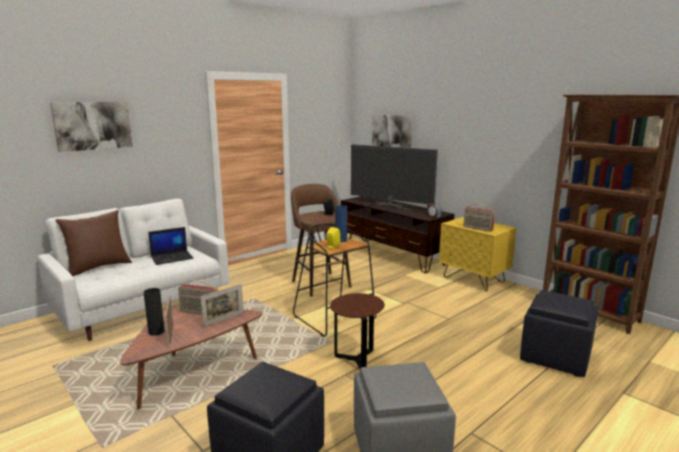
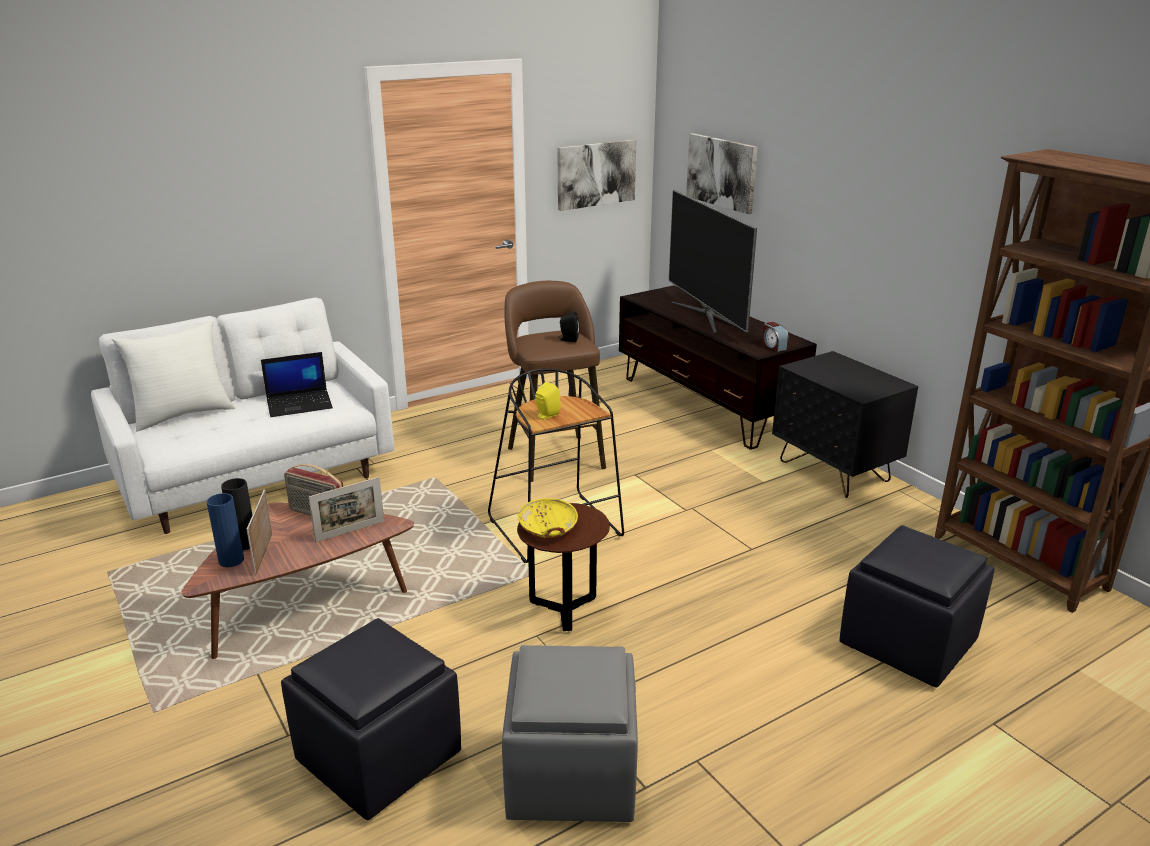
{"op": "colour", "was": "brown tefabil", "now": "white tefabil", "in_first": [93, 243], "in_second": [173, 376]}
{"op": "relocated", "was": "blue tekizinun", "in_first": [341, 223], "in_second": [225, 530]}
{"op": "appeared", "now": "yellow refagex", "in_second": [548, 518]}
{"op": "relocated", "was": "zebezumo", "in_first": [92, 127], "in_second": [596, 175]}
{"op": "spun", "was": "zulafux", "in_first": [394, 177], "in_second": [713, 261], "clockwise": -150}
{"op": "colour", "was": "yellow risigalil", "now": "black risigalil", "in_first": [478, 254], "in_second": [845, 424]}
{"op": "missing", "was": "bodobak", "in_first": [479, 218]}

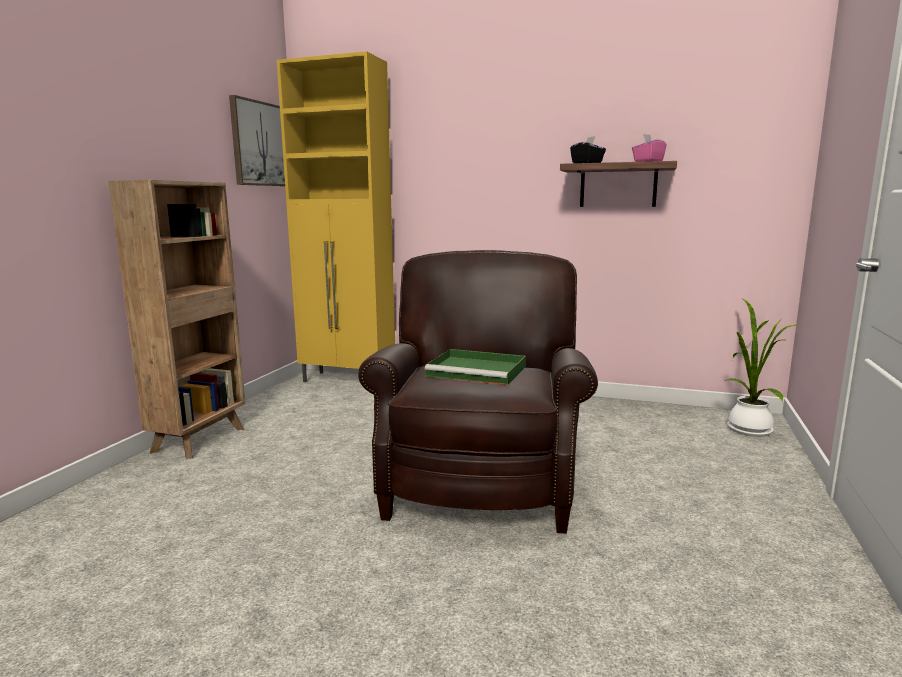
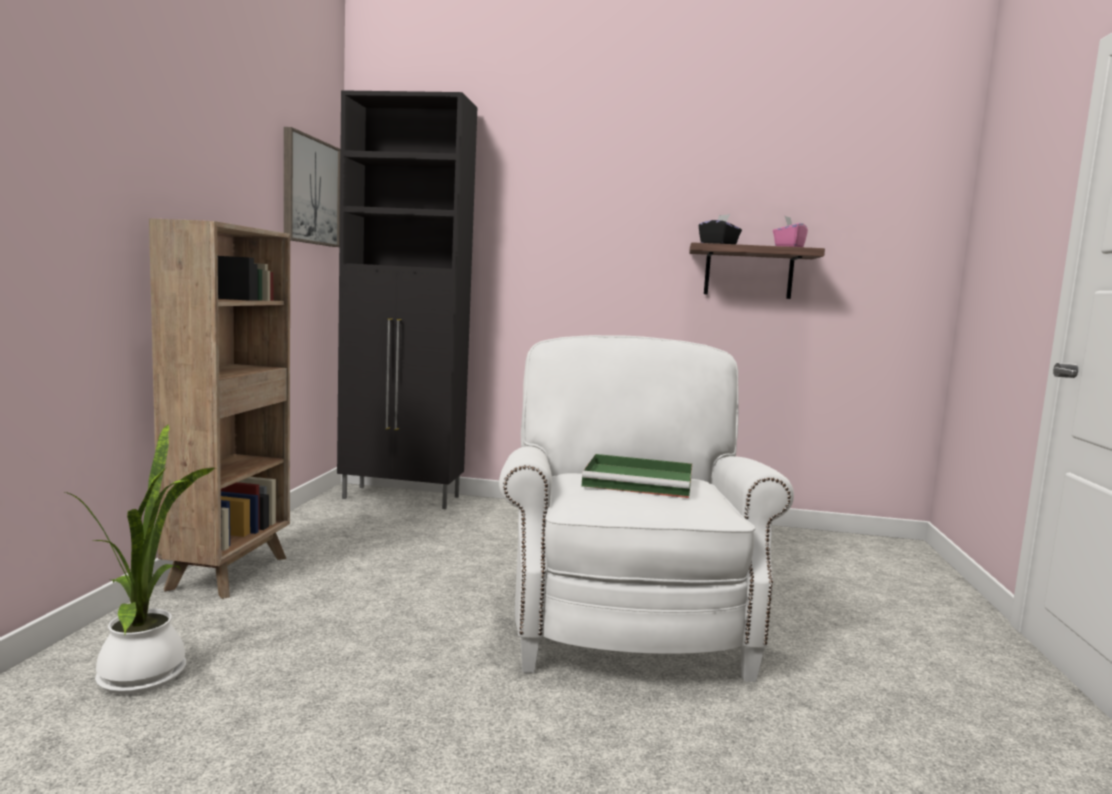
{"op": "relocated", "was": "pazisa", "in_first": [760, 367], "in_second": [140, 559]}
{"op": "colour", "was": "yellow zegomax", "now": "black zegomax", "in_first": [336, 216], "in_second": [407, 299]}
{"op": "colour", "was": "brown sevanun", "now": "white sevanun", "in_first": [478, 392], "in_second": [646, 508]}

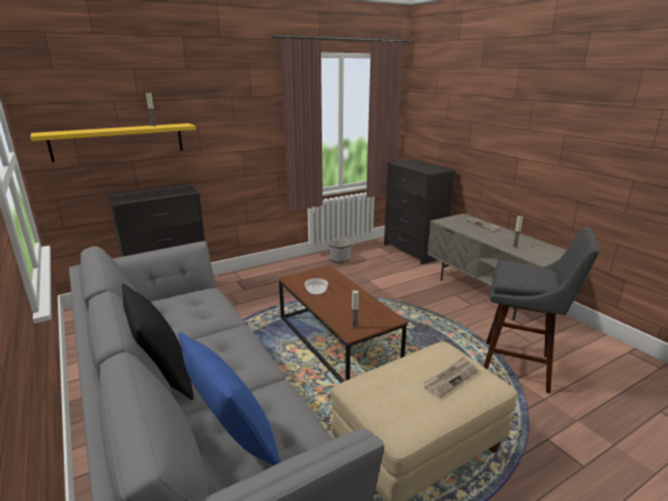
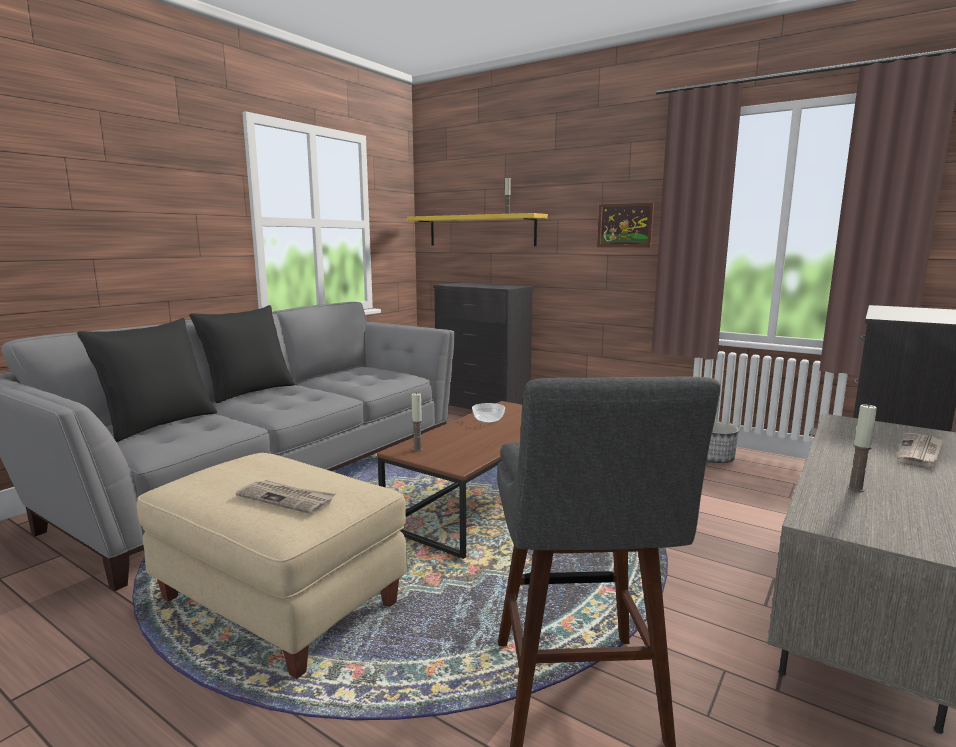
{"op": "colour", "was": "blue tefabil", "now": "black tefabil", "in_first": [229, 399], "in_second": [147, 380]}
{"op": "appeared", "now": "zebezumo", "in_second": [625, 225]}

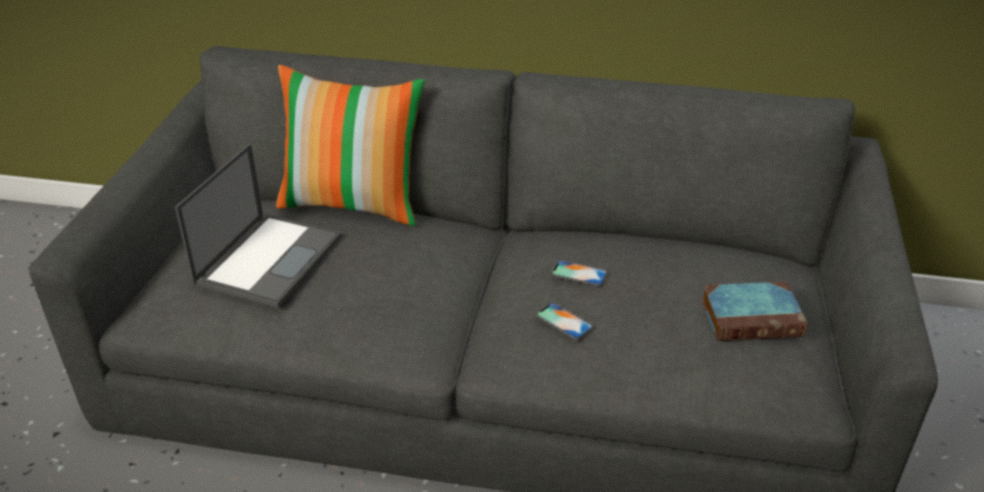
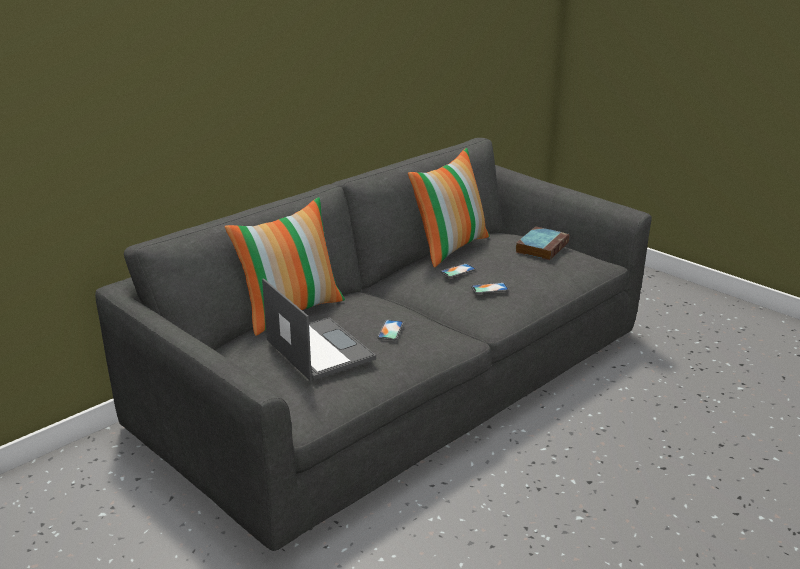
{"op": "appeared", "now": "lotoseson", "in_second": [390, 330]}
{"op": "appeared", "now": "tefabil", "in_second": [449, 207]}

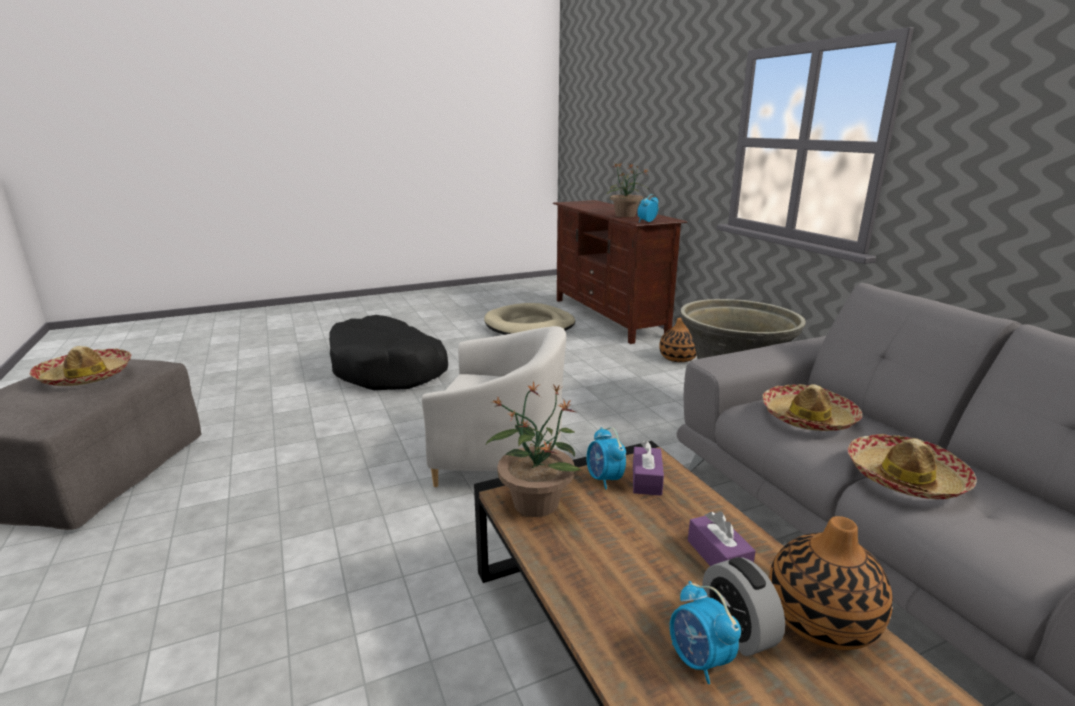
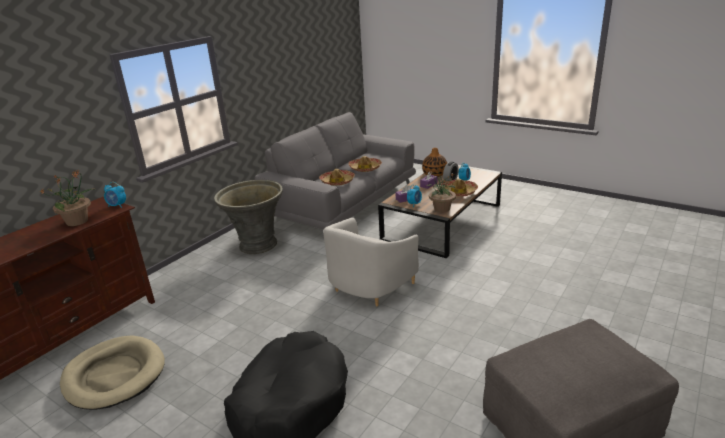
{"op": "spun", "was": "white sevanun", "in_first": [494, 406], "in_second": [371, 262], "clockwise": -120}
{"op": "relocated", "was": "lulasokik", "in_first": [81, 366], "in_second": [459, 188]}
{"op": "missing", "was": "tekizinun", "in_first": [678, 340]}

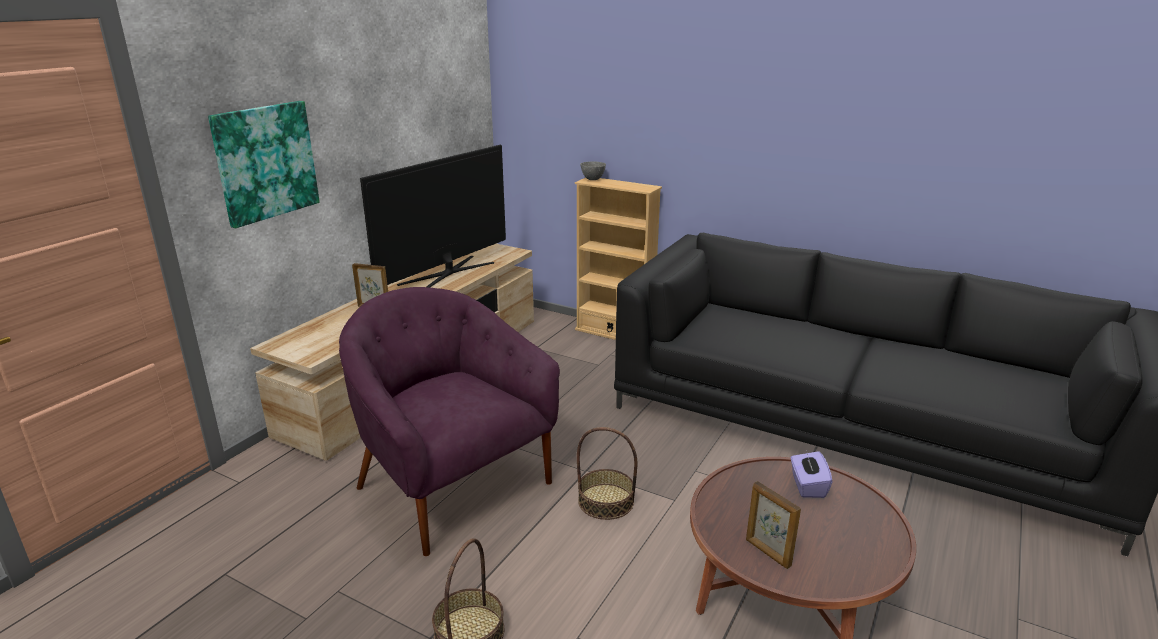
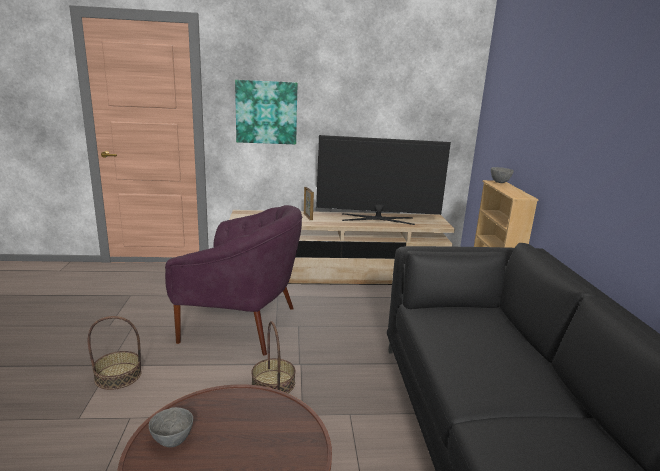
{"op": "exchanged", "was": "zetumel", "now": "grey refagex", "in_first": [773, 525], "in_second": [171, 427]}
{"op": "spun", "was": "purple sevanun", "in_first": [449, 421], "in_second": [233, 280], "clockwise": 90}
{"op": "missing", "was": "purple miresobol", "in_first": [811, 474]}

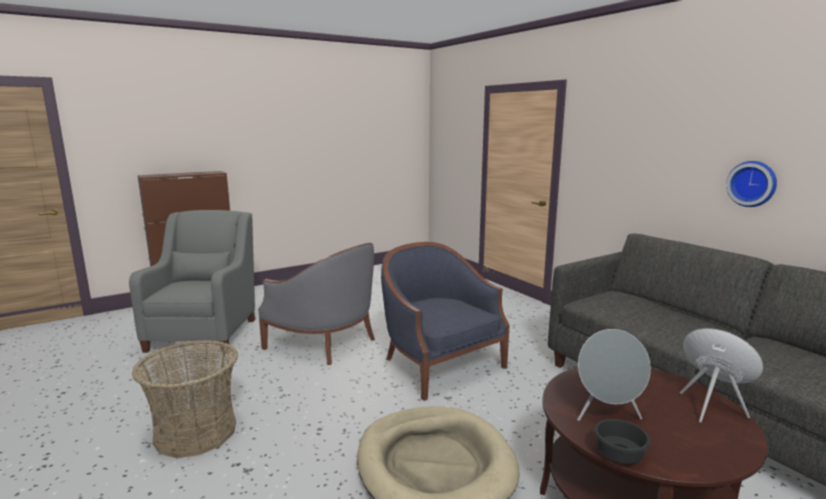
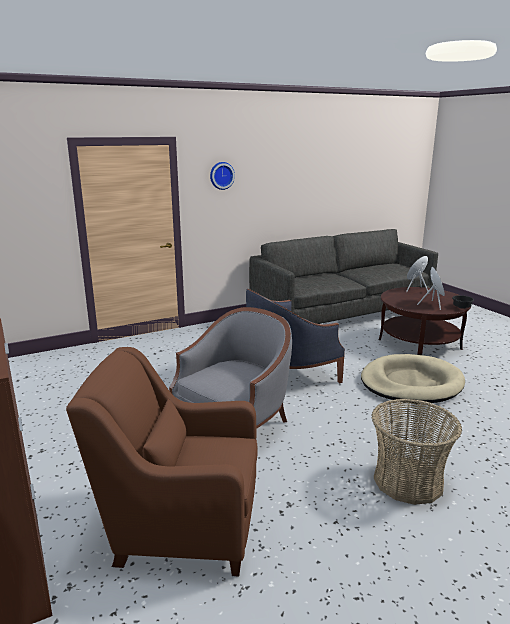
{"op": "colour", "was": "grey sevanun", "now": "brown sevanun", "in_first": [192, 281], "in_second": [162, 462]}
{"op": "relocated", "was": "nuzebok", "in_first": [751, 184], "in_second": [222, 176]}

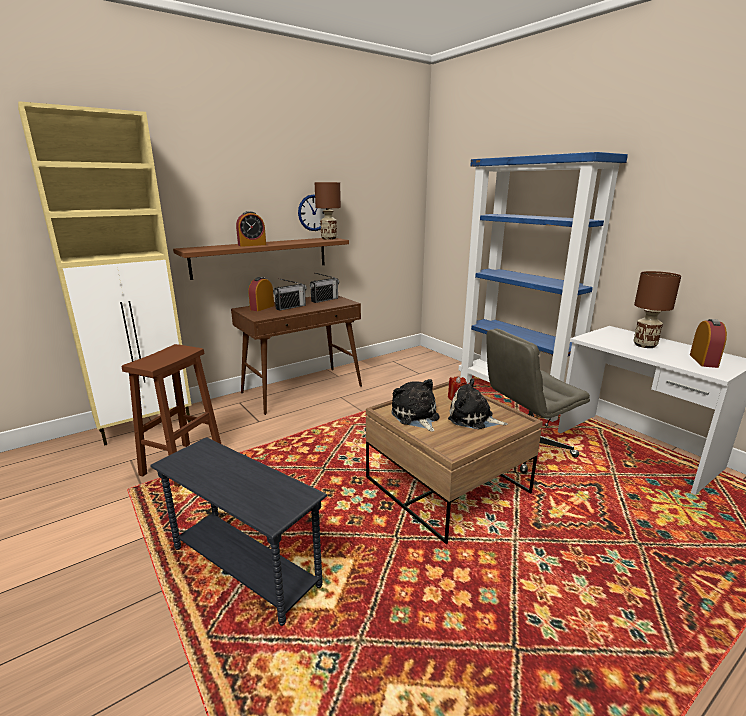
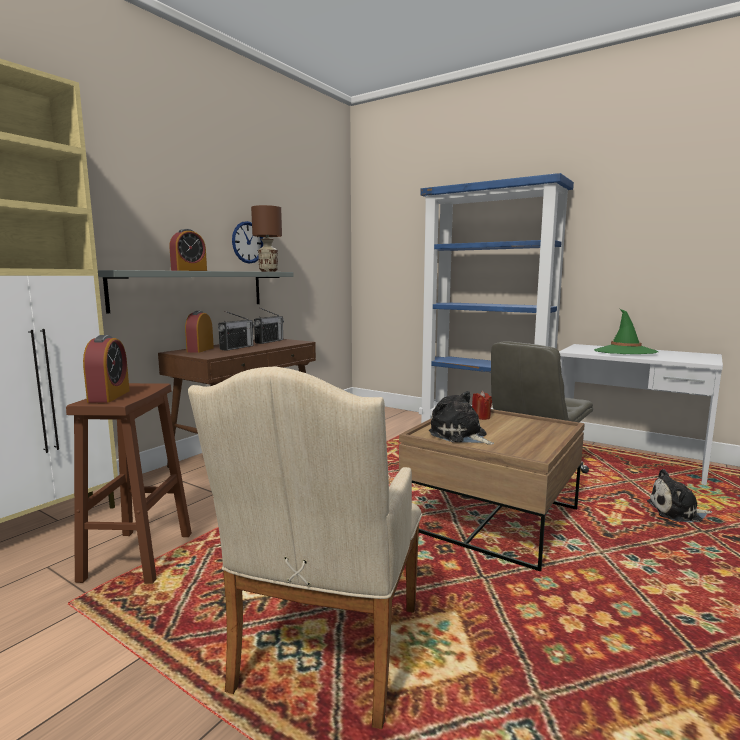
{"op": "relocated", "was": "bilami", "in_first": [708, 343], "in_second": [106, 369]}
{"op": "colour", "was": "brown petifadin", "now": "grey petifadin", "in_first": [261, 259], "in_second": [196, 291]}
{"op": "exchanged", "was": "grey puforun", "now": "beige sevanun", "in_first": [238, 531], "in_second": [305, 548]}
{"op": "exchanged", "was": "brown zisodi", "now": "green lulasokik", "in_first": [657, 309], "in_second": [626, 331]}
{"op": "relocated", "was": "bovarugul", "in_first": [478, 404], "in_second": [679, 495]}

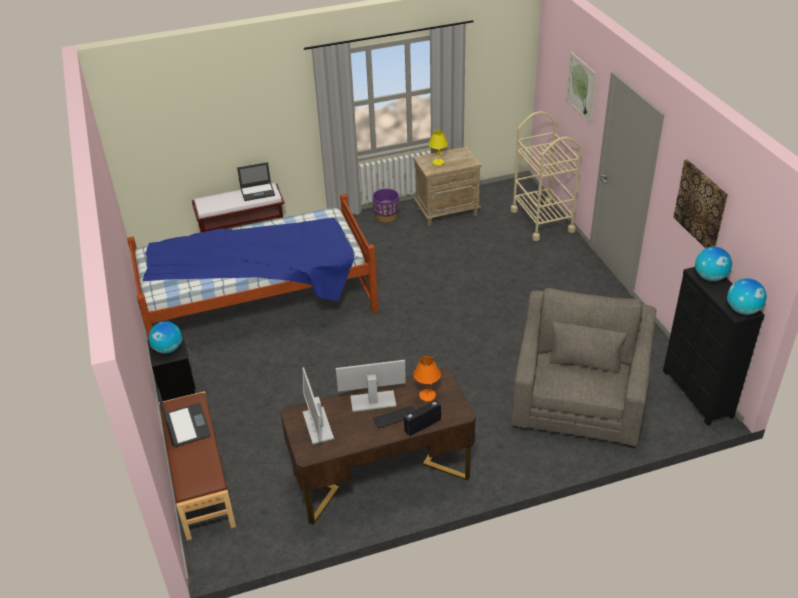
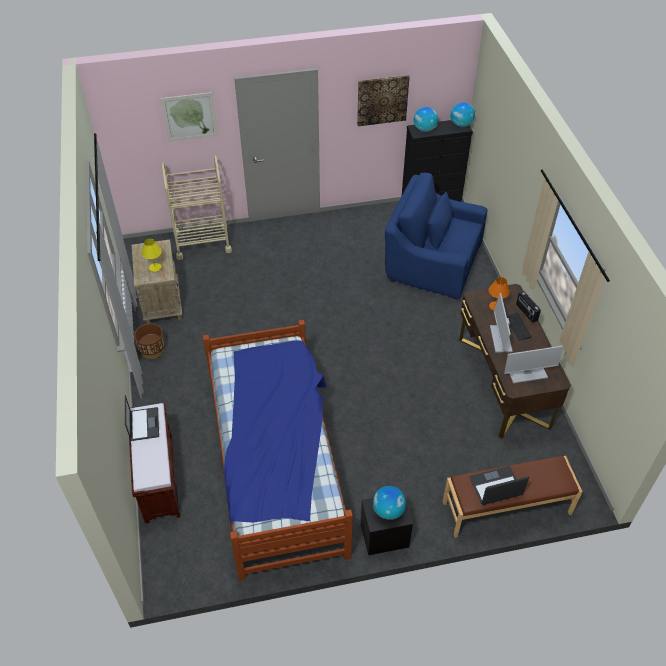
{"op": "colour", "was": "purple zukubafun", "now": "brown zukubafun", "in_first": [385, 205], "in_second": [149, 341]}
{"op": "colour", "was": "grey sevanun", "now": "blue sevanun", "in_first": [584, 367], "in_second": [436, 236]}

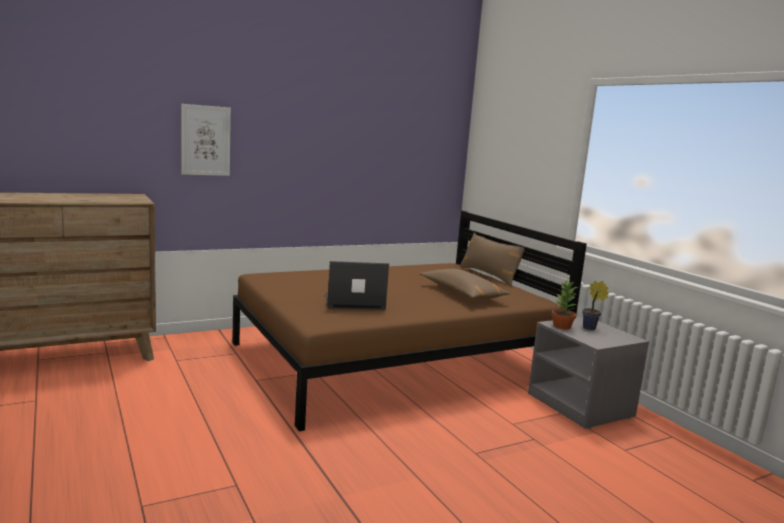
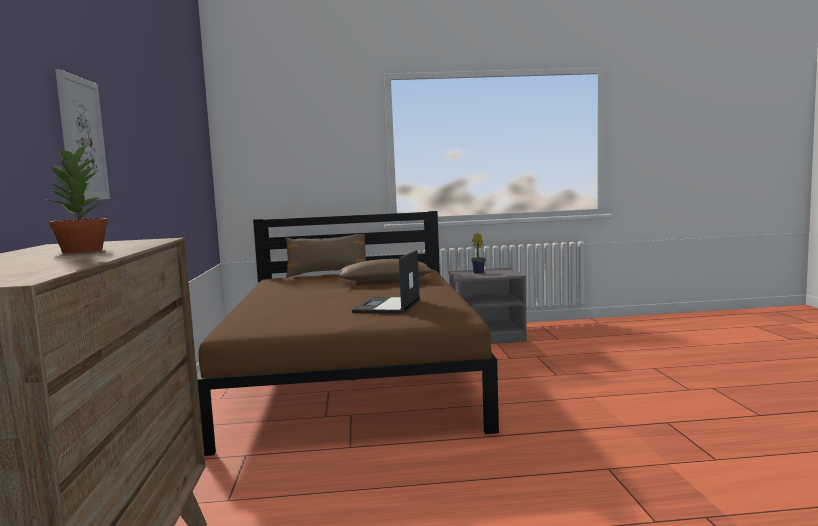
{"op": "relocated", "was": "pazisa", "in_first": [565, 304], "in_second": [76, 198]}

